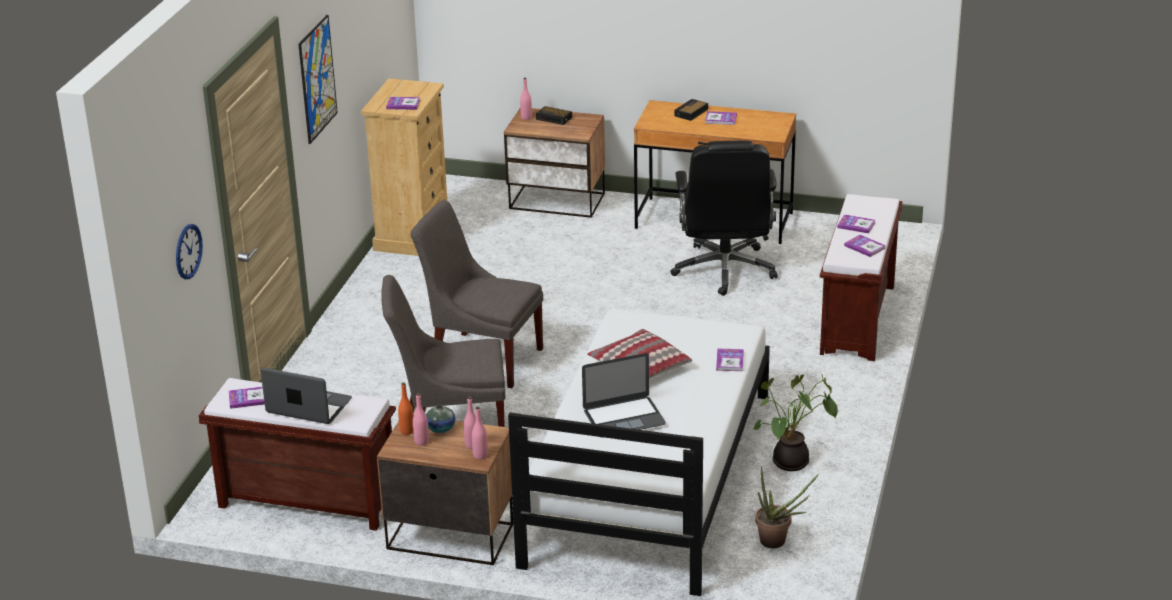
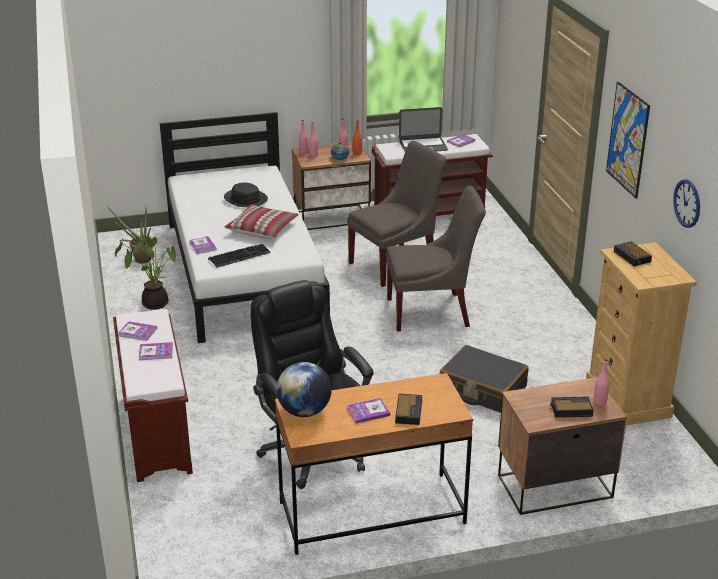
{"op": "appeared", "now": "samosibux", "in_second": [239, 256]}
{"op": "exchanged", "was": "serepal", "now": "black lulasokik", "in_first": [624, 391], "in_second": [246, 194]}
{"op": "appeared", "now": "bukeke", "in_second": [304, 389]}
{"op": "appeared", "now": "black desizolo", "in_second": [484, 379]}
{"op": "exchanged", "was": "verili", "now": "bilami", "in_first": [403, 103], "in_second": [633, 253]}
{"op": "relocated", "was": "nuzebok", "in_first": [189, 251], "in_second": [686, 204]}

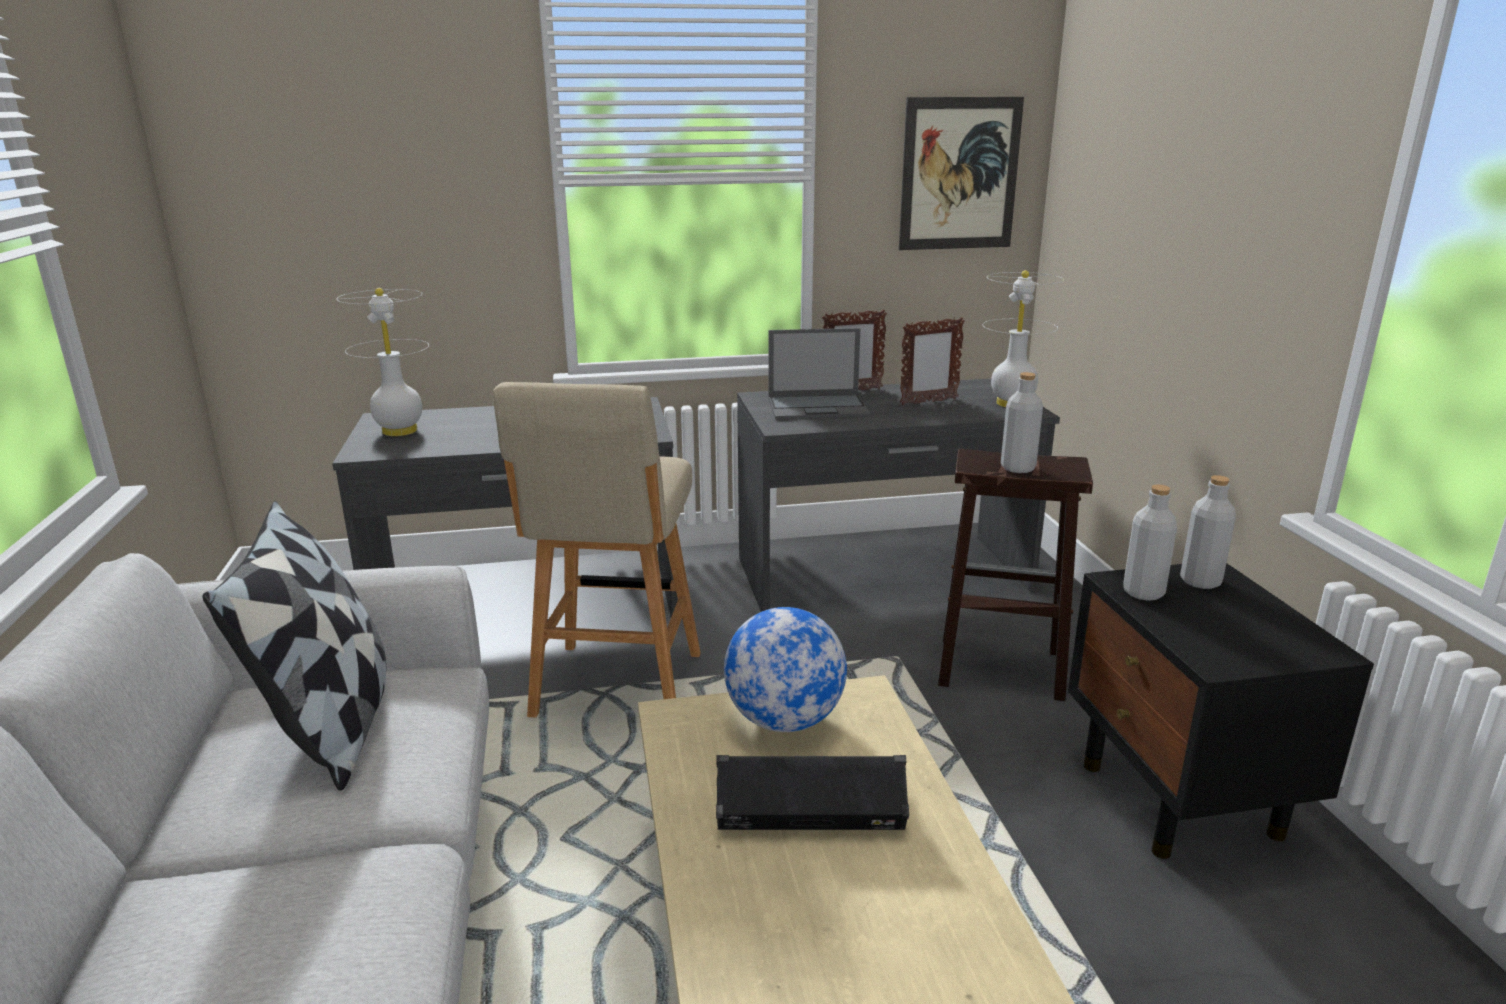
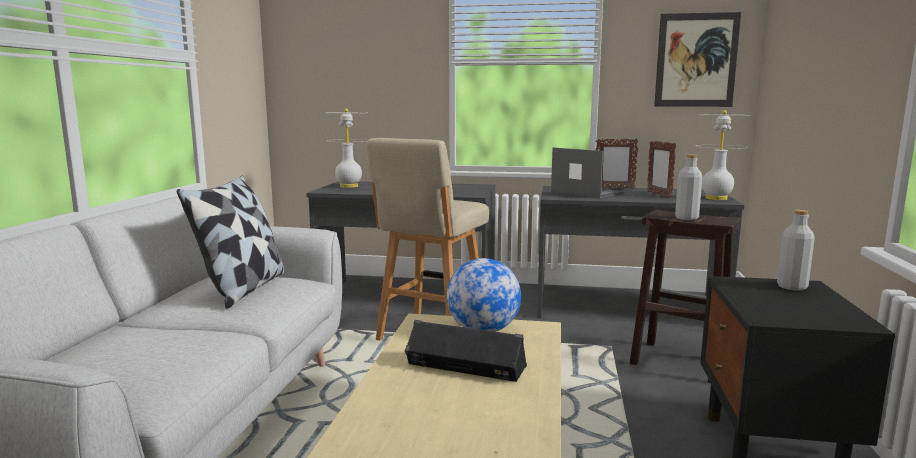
{"op": "spun", "was": "serepal", "in_first": [819, 373], "in_second": [587, 172], "clockwise": -150}
{"op": "spun", "was": "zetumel", "in_first": [932, 361], "in_second": [661, 169], "clockwise": 75}
{"op": "missing", "was": "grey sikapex", "in_first": [1150, 542]}

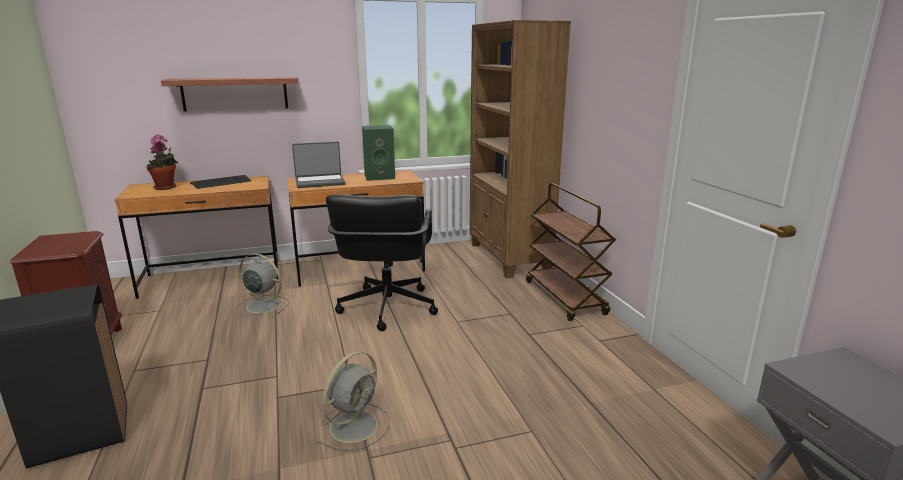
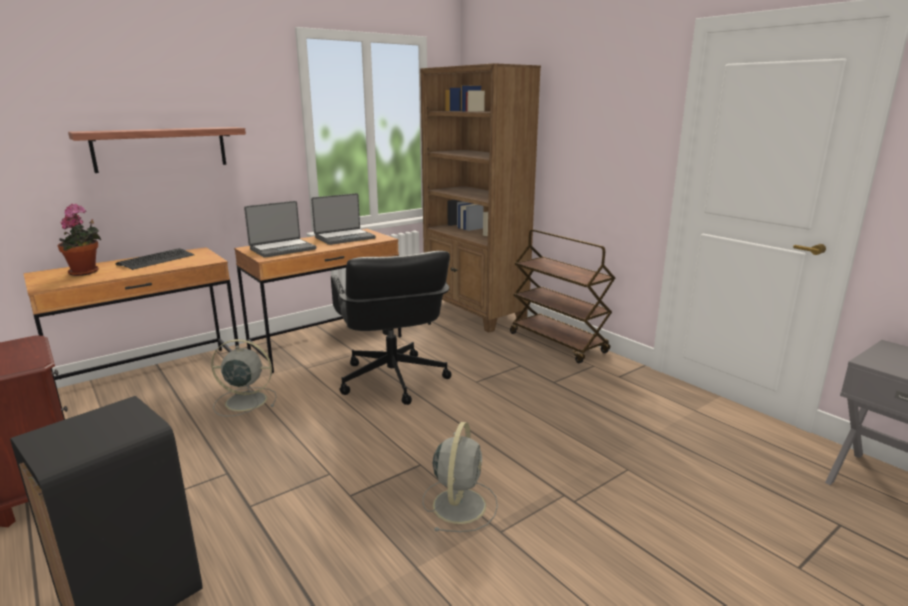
{"op": "exchanged", "was": "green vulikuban", "now": "serepal", "in_first": [378, 153], "in_second": [343, 219]}

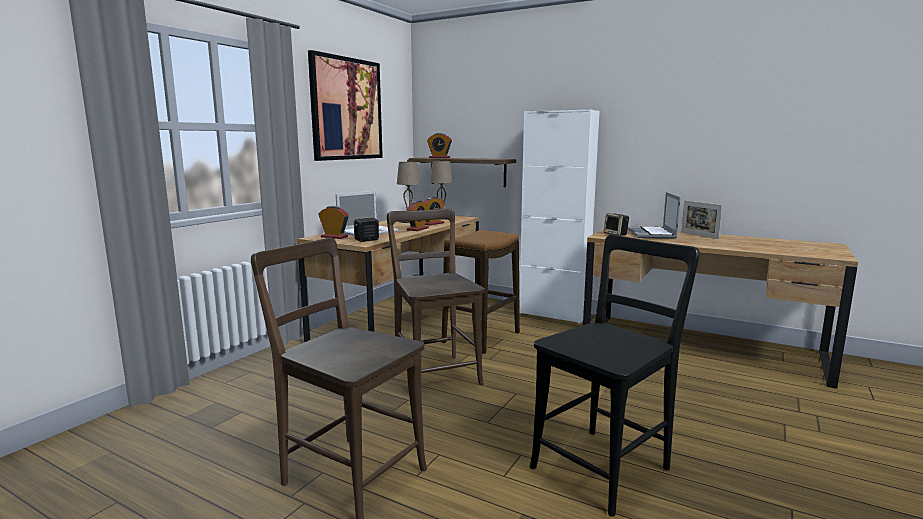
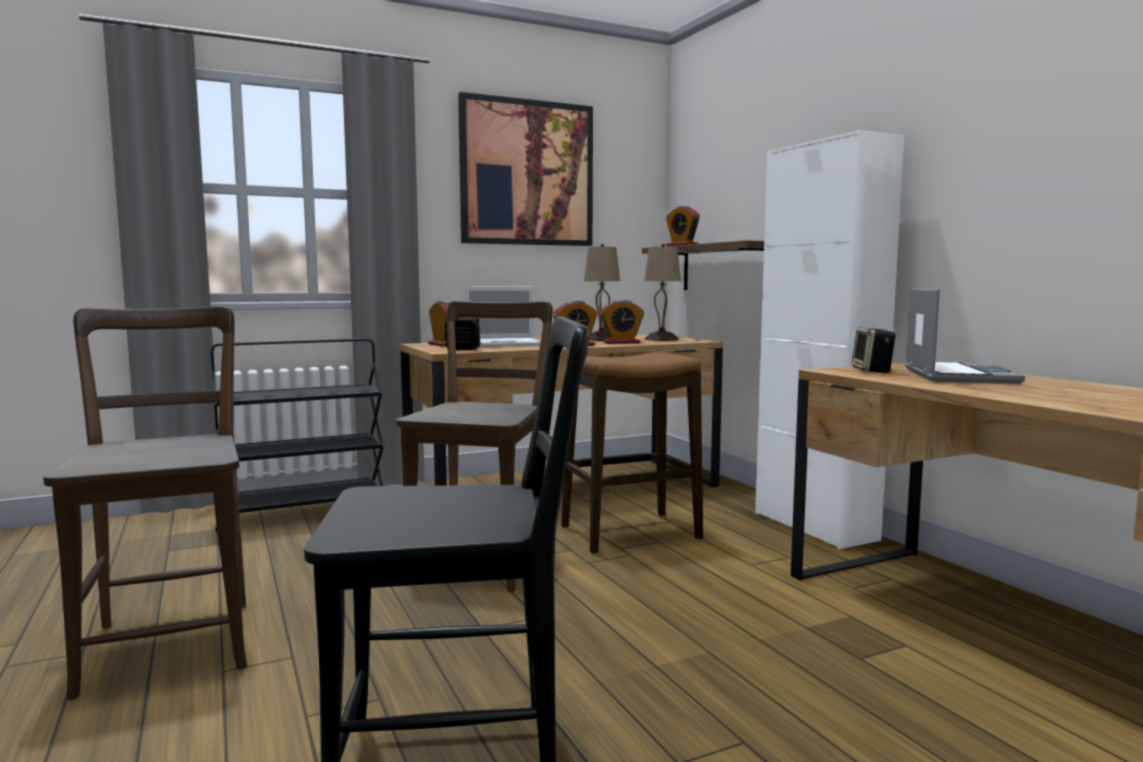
{"op": "appeared", "now": "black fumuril", "in_second": [297, 435]}
{"op": "spun", "was": "serepal", "in_first": [654, 215], "in_second": [965, 336], "clockwise": 150}
{"op": "missing", "was": "zetumel", "in_first": [702, 219]}

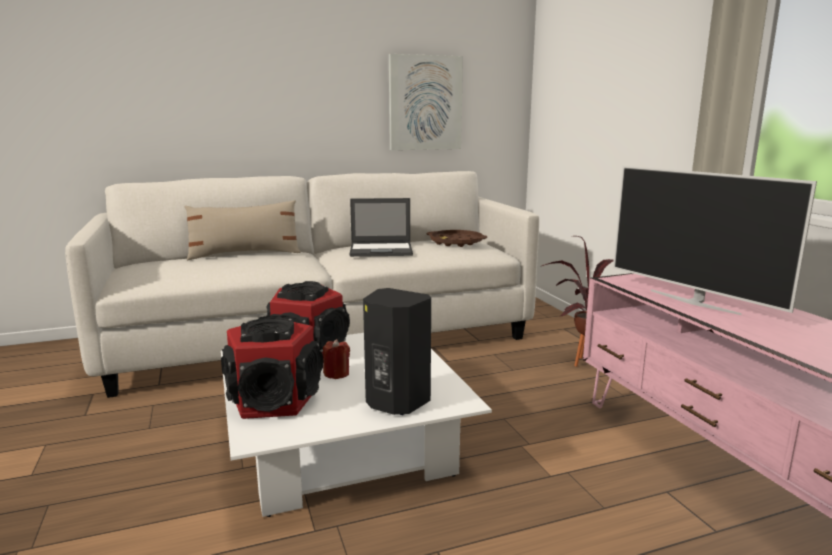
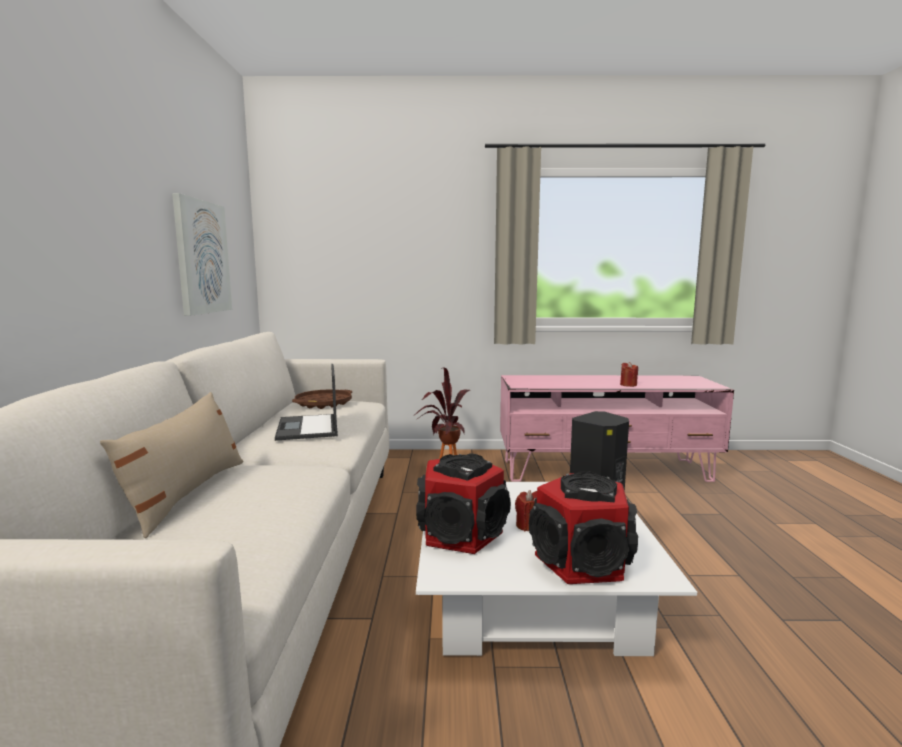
{"op": "spun", "was": "serepal", "in_first": [381, 227], "in_second": [306, 402], "clockwise": 150}
{"op": "appeared", "now": "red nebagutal", "in_second": [629, 374]}
{"op": "missing", "was": "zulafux", "in_first": [715, 240]}

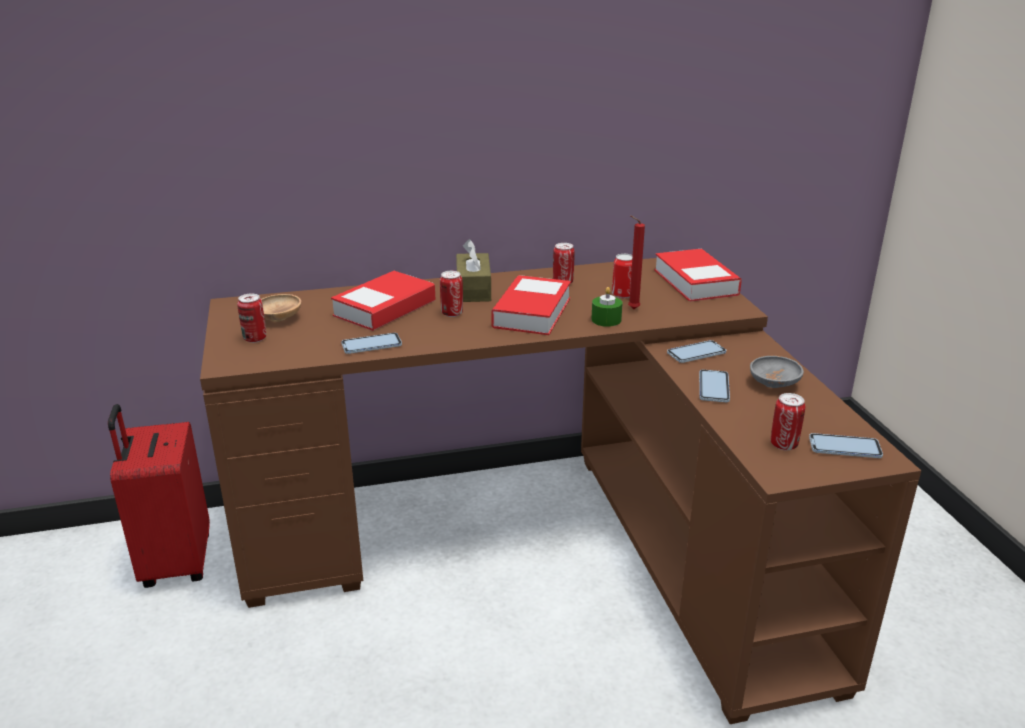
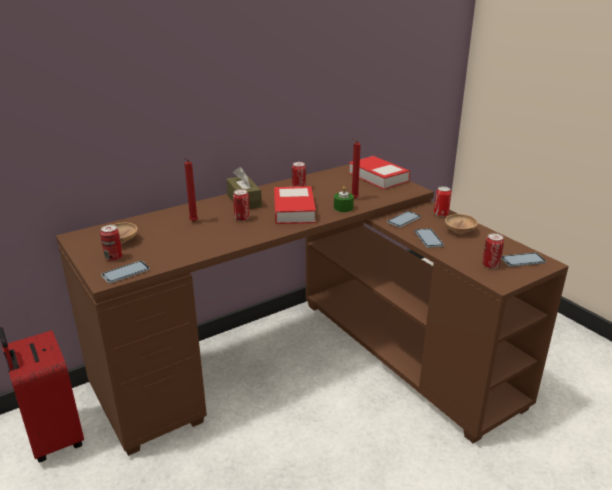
{"op": "relocated", "was": "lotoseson", "in_first": [371, 343], "in_second": [125, 272]}
{"op": "exchanged", "was": "verili", "now": "red nebagutal", "in_first": [383, 301], "in_second": [191, 190]}
{"op": "relocated", "was": "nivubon", "in_first": [622, 276], "in_second": [442, 201]}
{"op": "colour", "was": "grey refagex", "now": "brown refagex", "in_first": [777, 372], "in_second": [461, 224]}

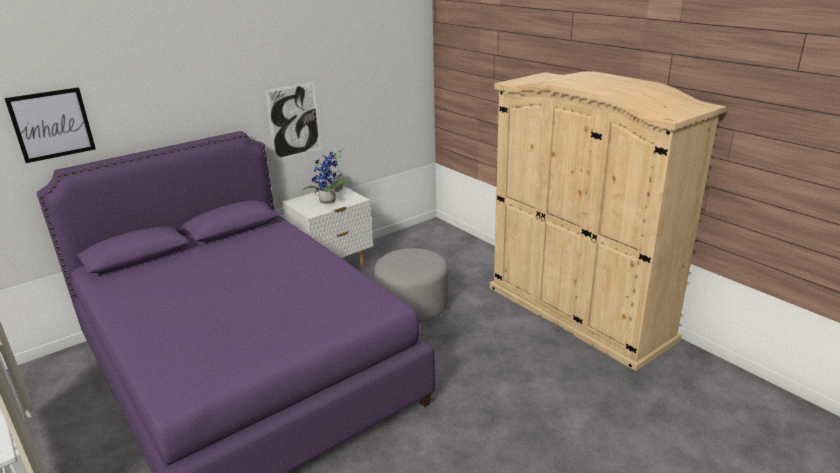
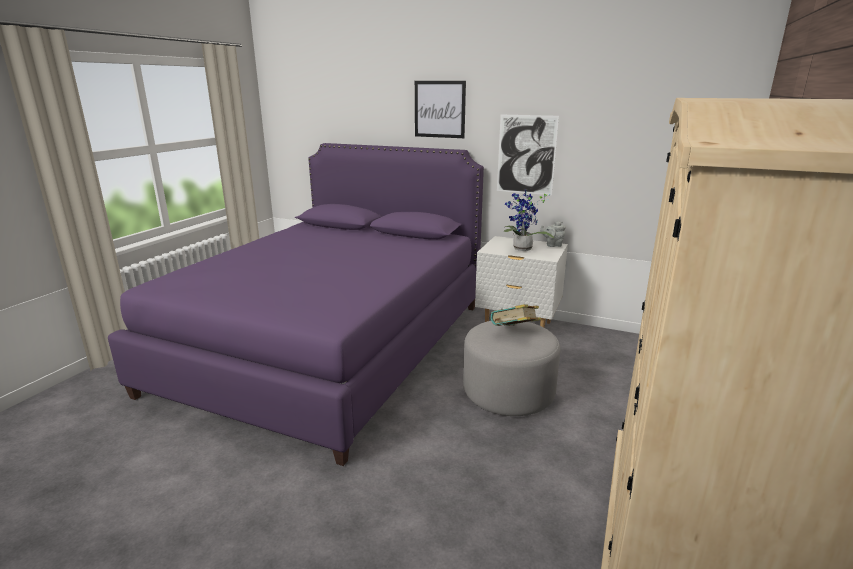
{"op": "relocated", "was": "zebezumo", "in_first": [50, 125], "in_second": [440, 109]}
{"op": "appeared", "now": "verili", "in_second": [516, 315]}

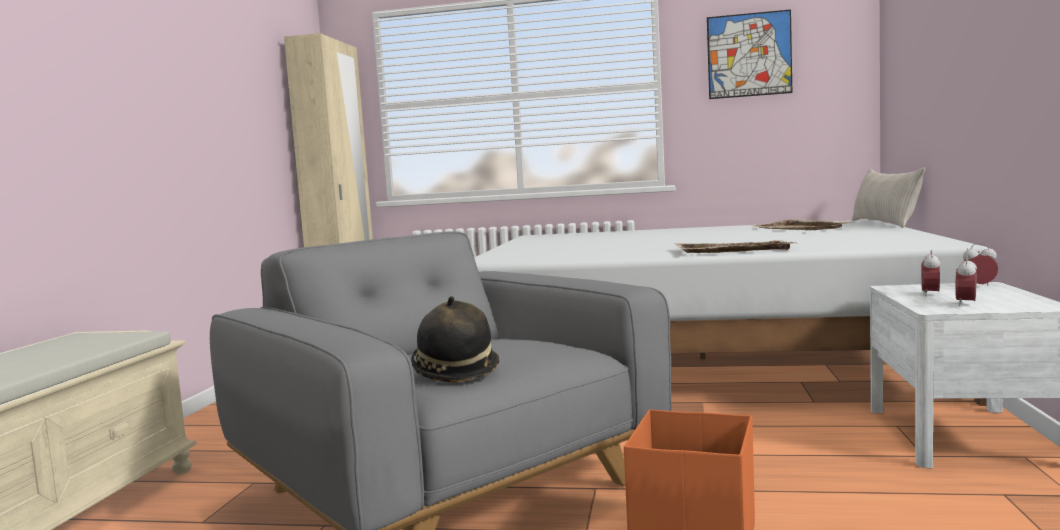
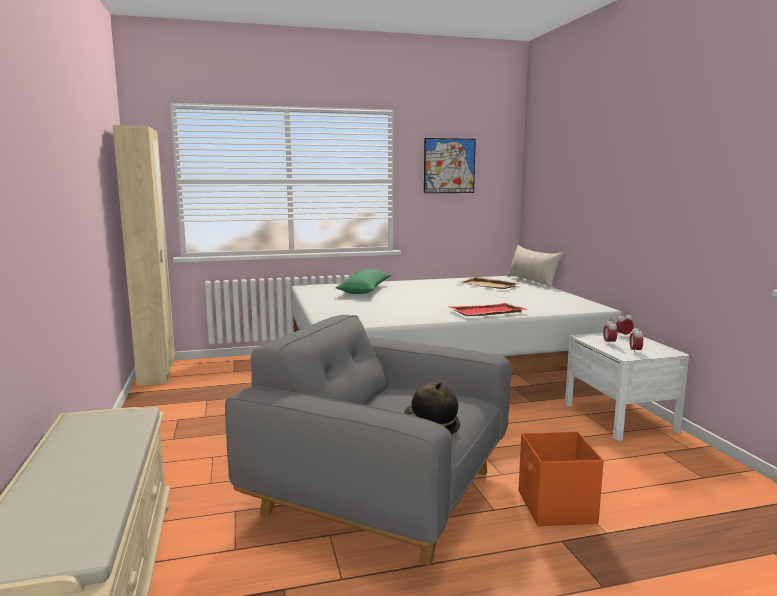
{"op": "appeared", "now": "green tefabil", "in_second": [363, 281]}
{"op": "colour", "was": "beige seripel", "now": "red seripel", "in_first": [735, 246], "in_second": [488, 309]}

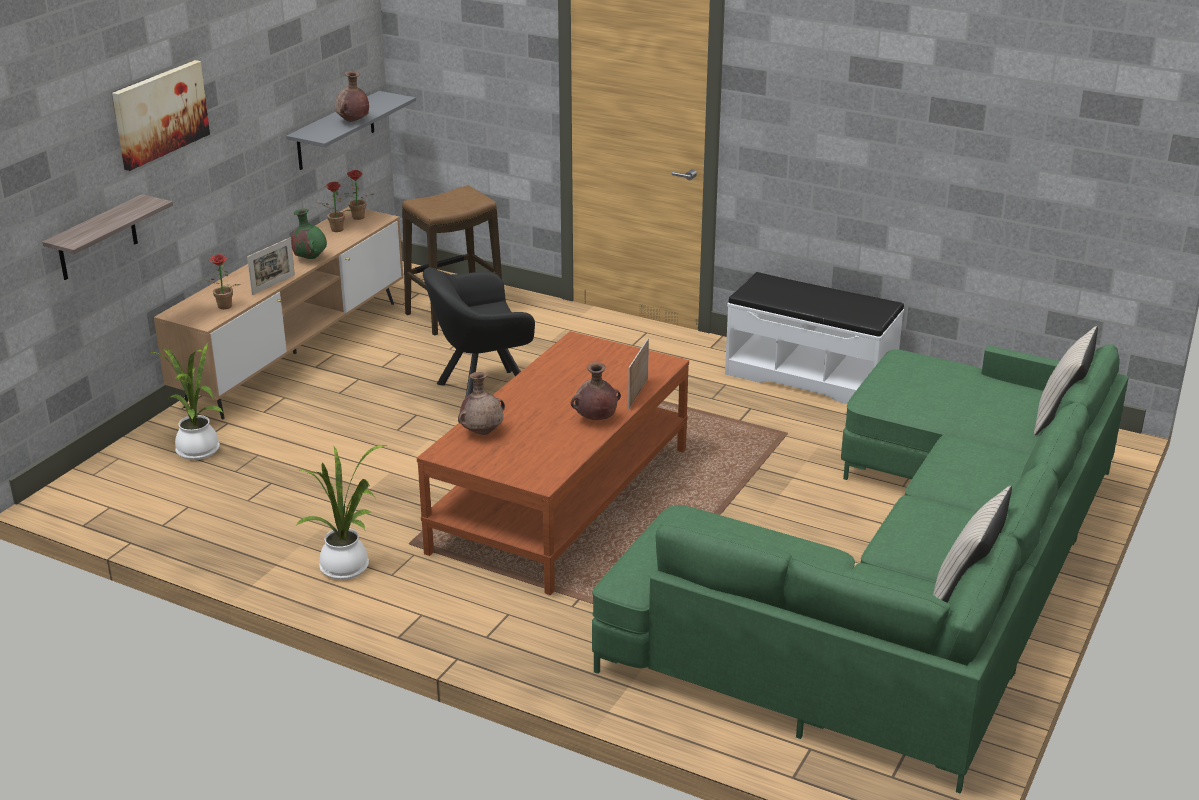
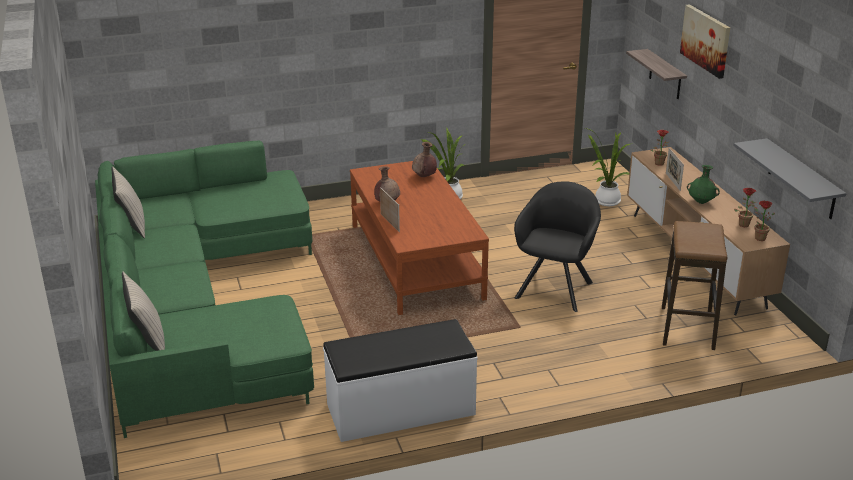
{"op": "missing", "was": "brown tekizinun", "in_first": [352, 96]}

